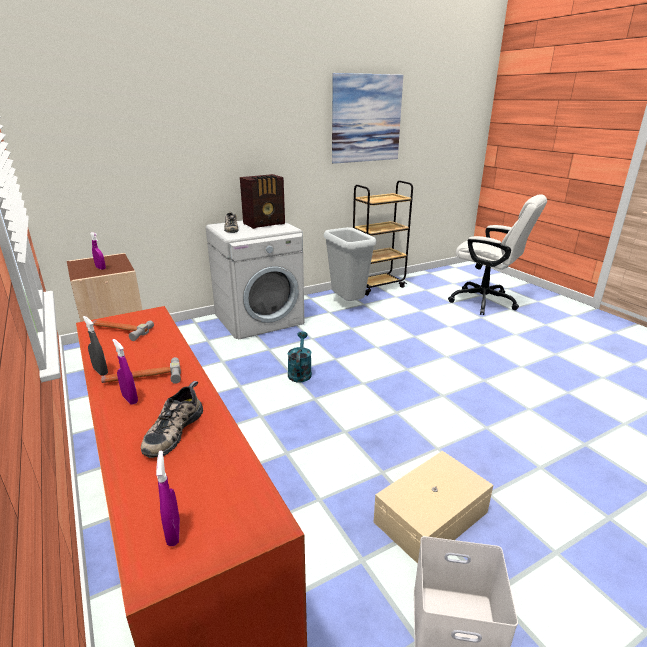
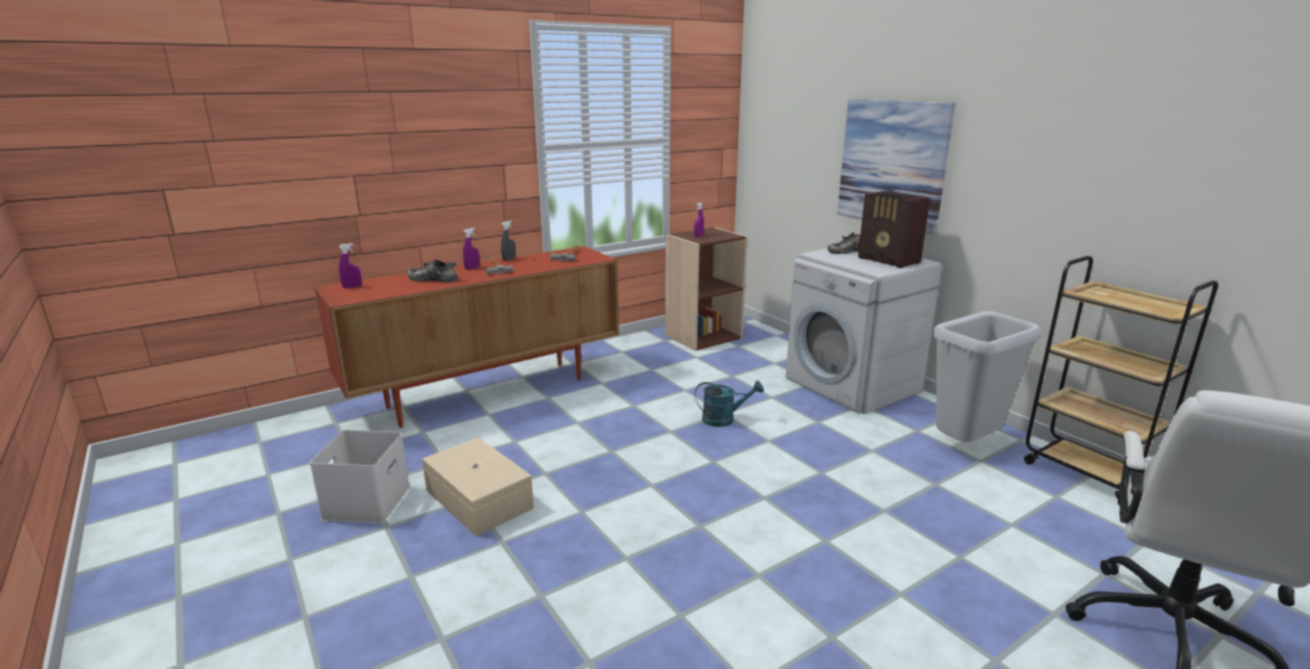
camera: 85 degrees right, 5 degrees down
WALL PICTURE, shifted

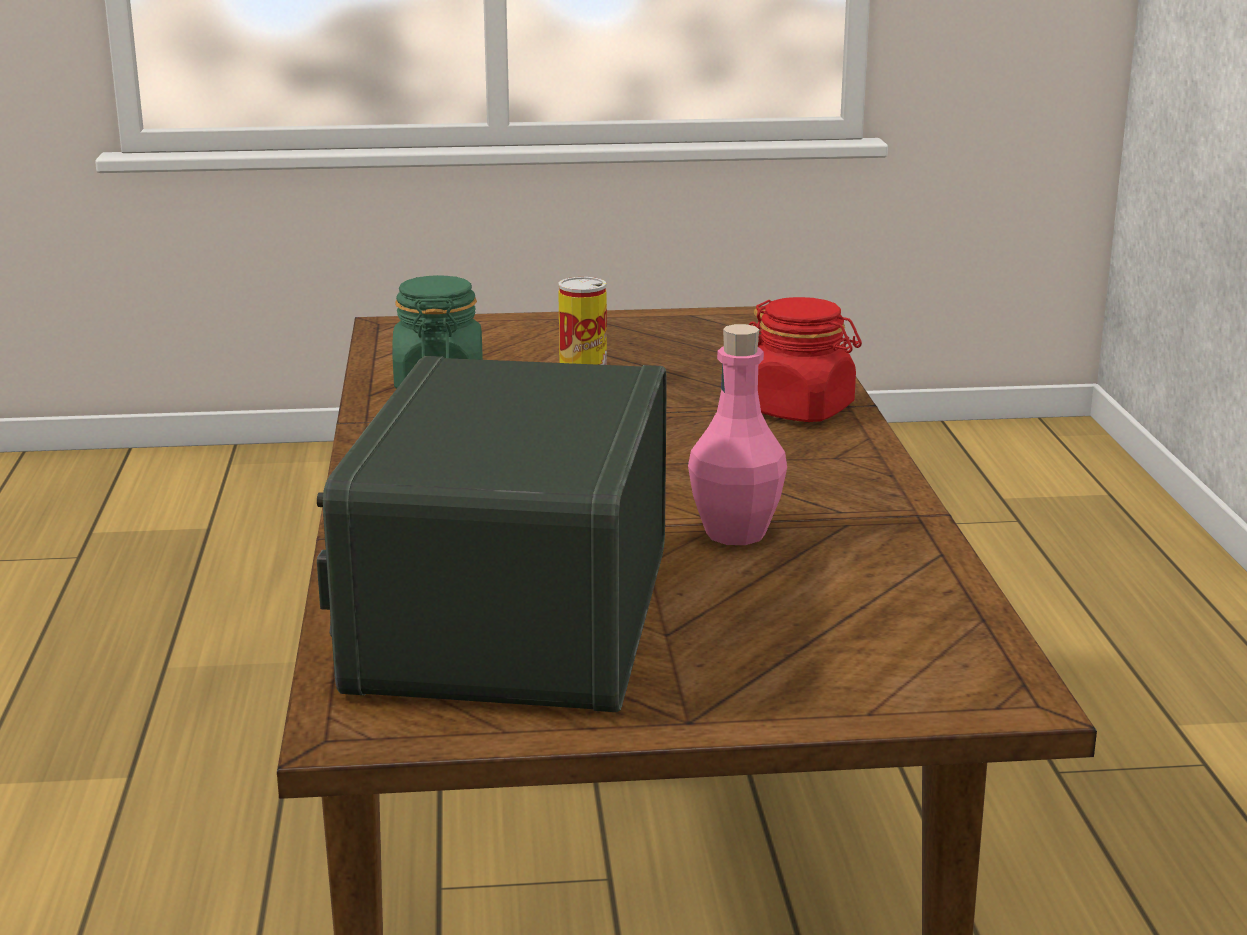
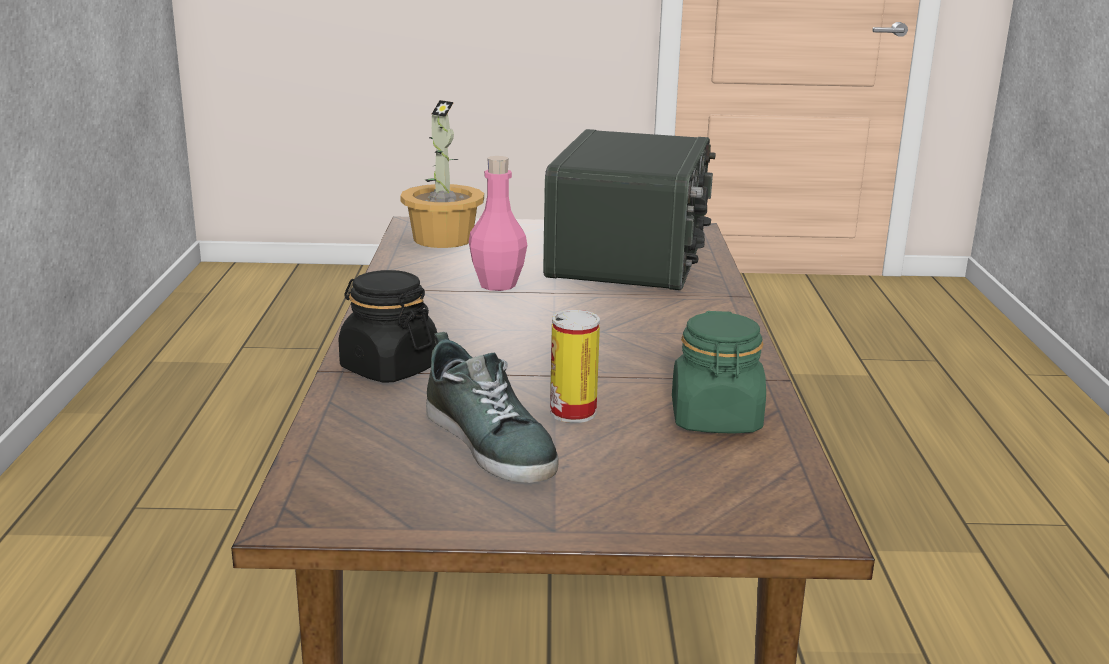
camera: 175 degrees left, 0 degrees up
- → POTTED PLANT
- → LOW SHOE
RED PRESERVE JAR → BLACKISH PRESERVE JAR

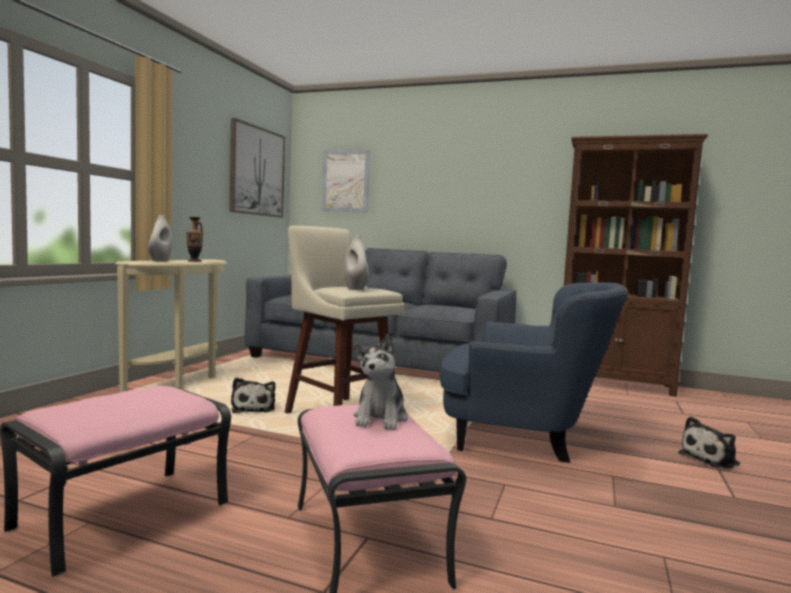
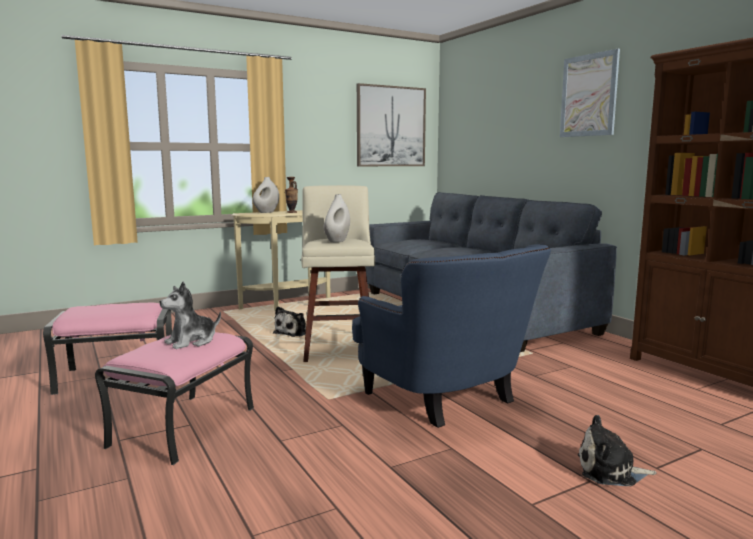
camera: 40 degrees right, 5 degrees up
WALL PICTURE (no. 2 from left), shifted

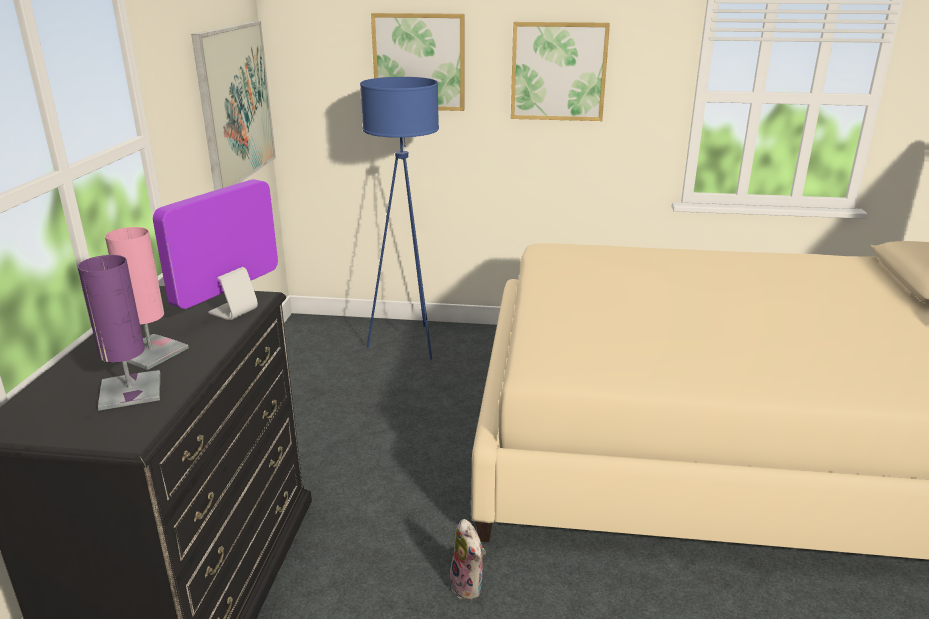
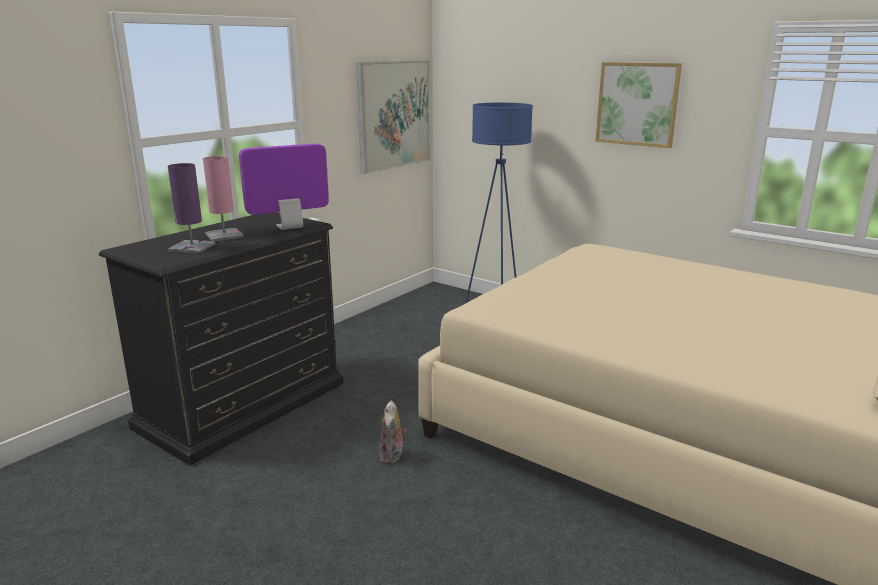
camera: 30 degrees right, 5 degrees down
WALL PICTURE (no. 2 from left) → -

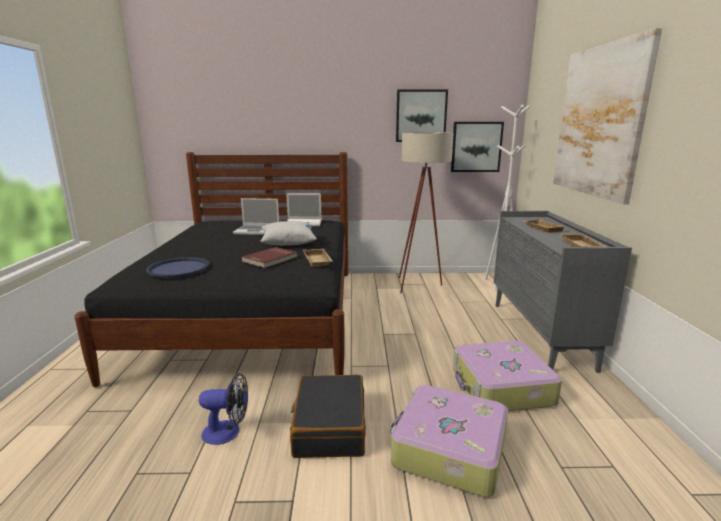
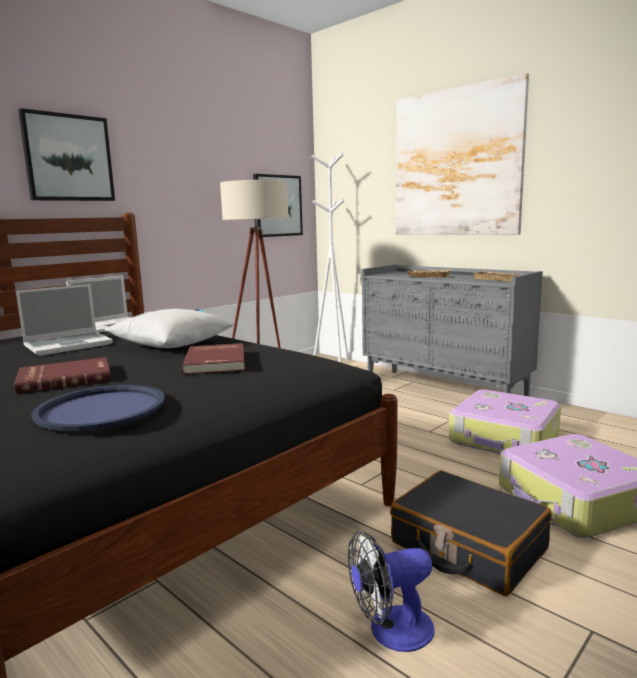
camera: 45 degrees left, 5 degrees down
BEIGE TRAY (no. 1 from left) → -
- → RED BOUND BOOK (no. 1 from left)
WALL PICTURE (no. 1 from left), shifted
COOLING FAN, 150 degrees counterclockwise

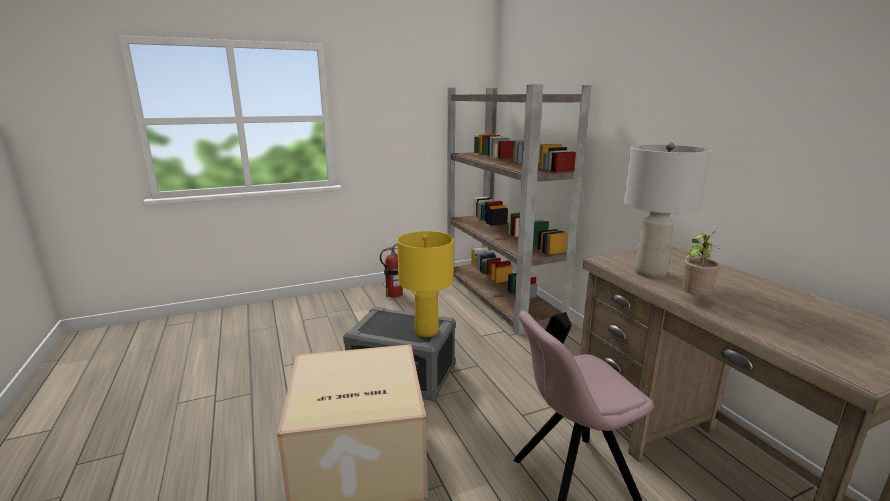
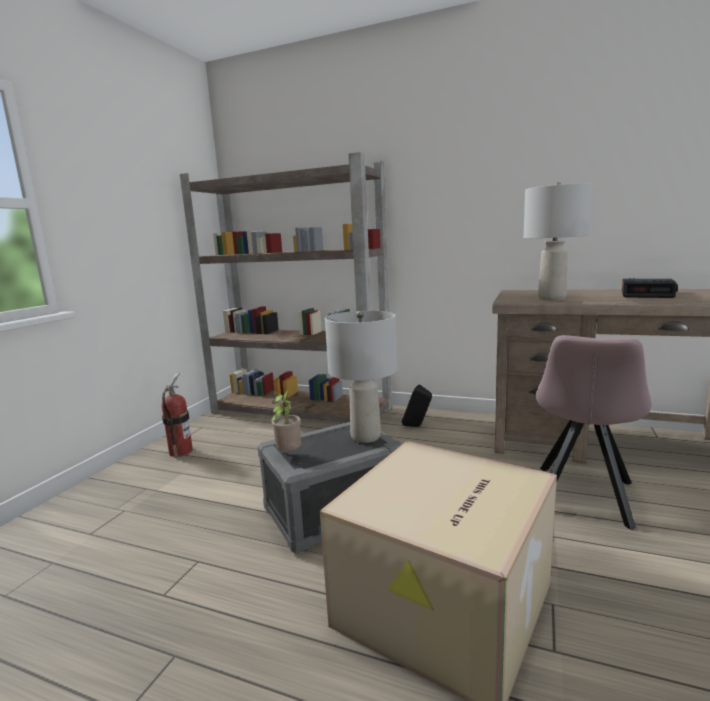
camera: 45 degrees left, 5 degrees down
- → ALARM CLOCK
POTTED PLANT, shifted
YELLOWISH LAMP FOR A TABLE → GRAY LAMP FOR A TABLE (no. 1 from left)

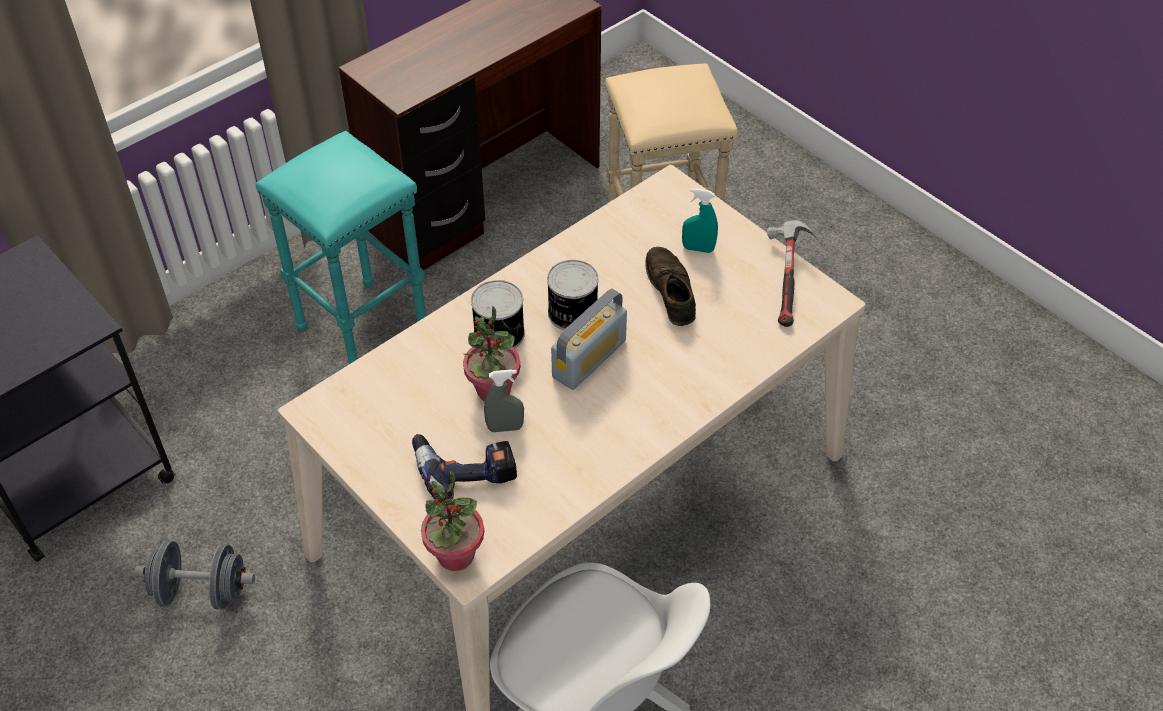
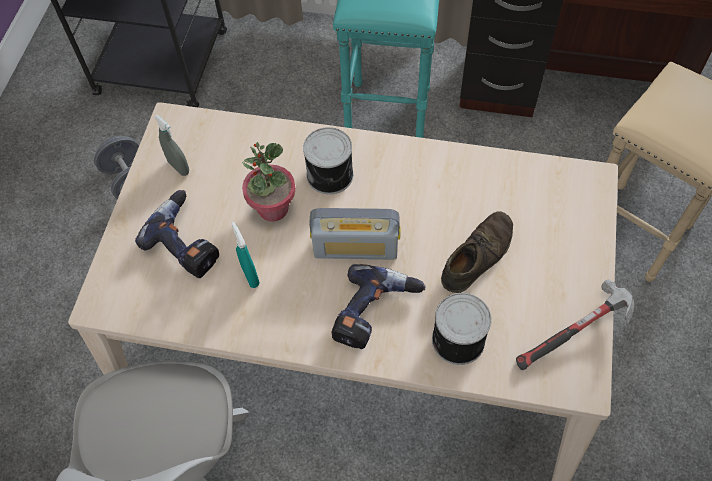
camera: 55 degrees right, 10 degrees up
POTTED PLANT (no. 1 from left) → -
- → POWER DRILL (no. 2 from left)
GRAY HAND SPRAYER, shifted
SEALED CAN (no. 2 from left), shifted
TURQUOISE HAND SPRAYER, shifted

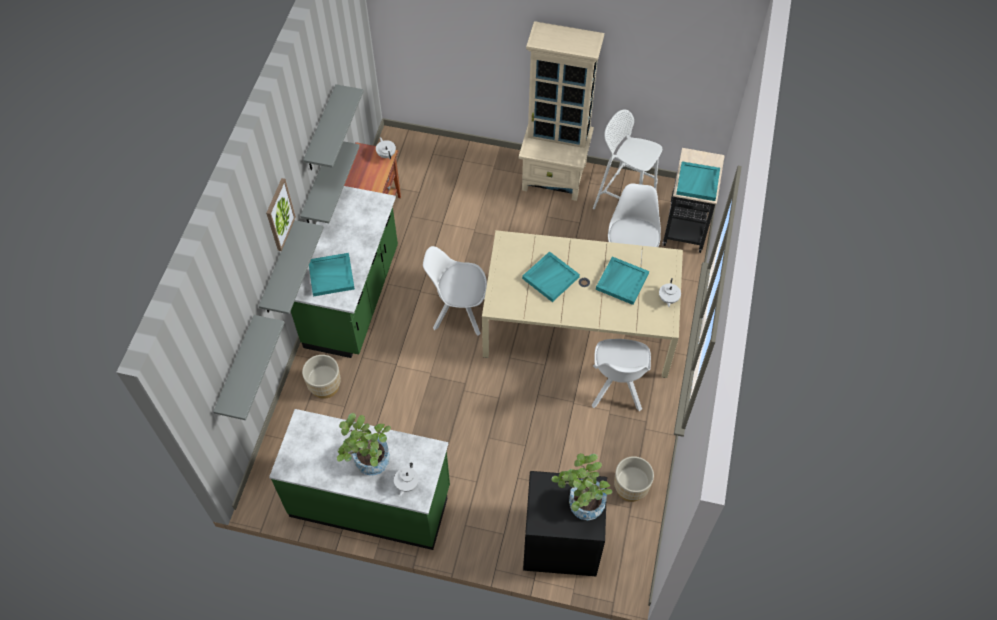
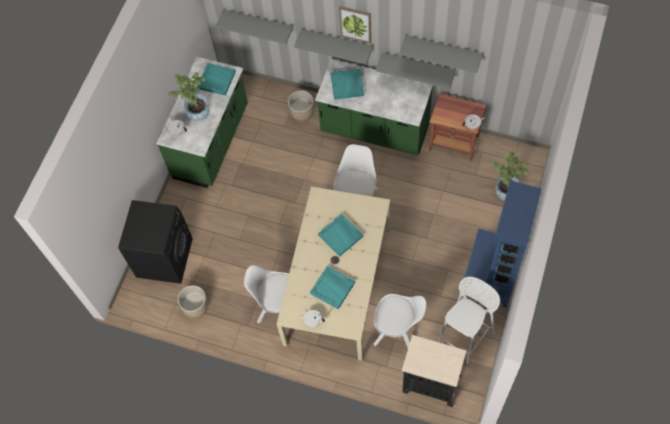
camera: 100 degrees right, 5 degrees up
POTTED PLANT (no. 2 from left), shifted
TURQUOISE TRAY (no. 4 from left in the first image) → TURQUOISE TRAY (no. 1 from left), shifted
BEIGE STORAGE CABINET → BLUE-COLOURED STORAGE CABINET

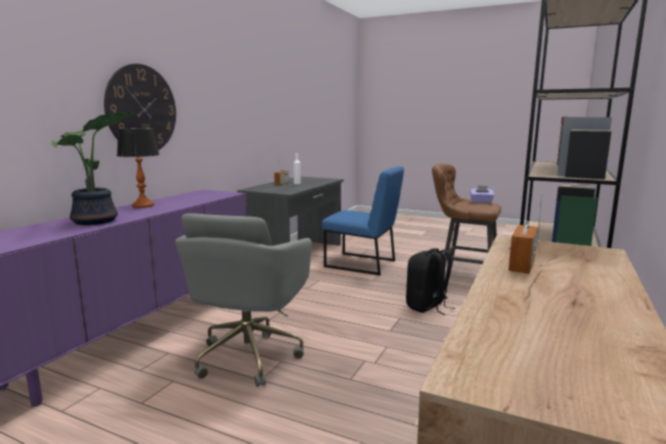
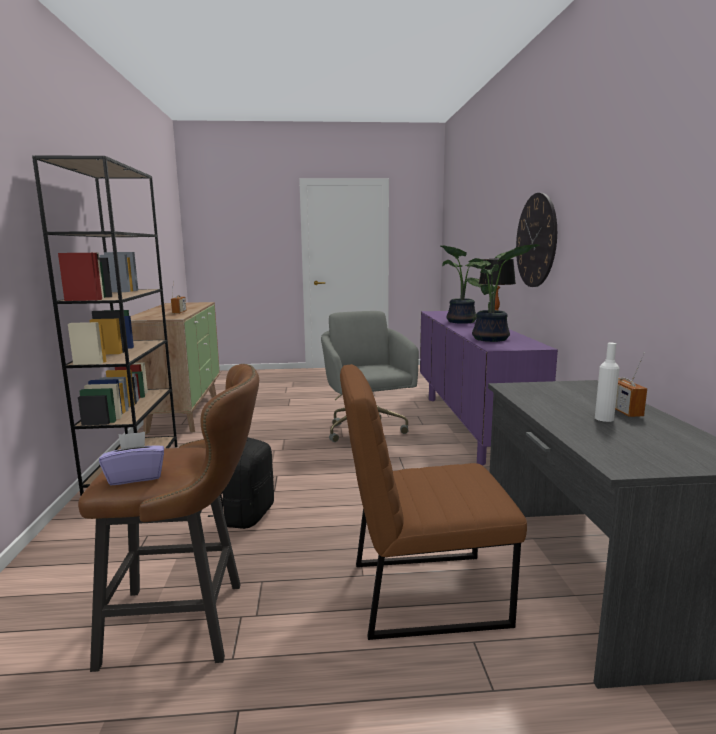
camera: 150 degrees right, 0 degrees up
- → POTTED PLANT (no. 2 from left)
BLUE-COLOURED PLAIN CHAIR → BROWN-COLOURED PLAIN CHAIR

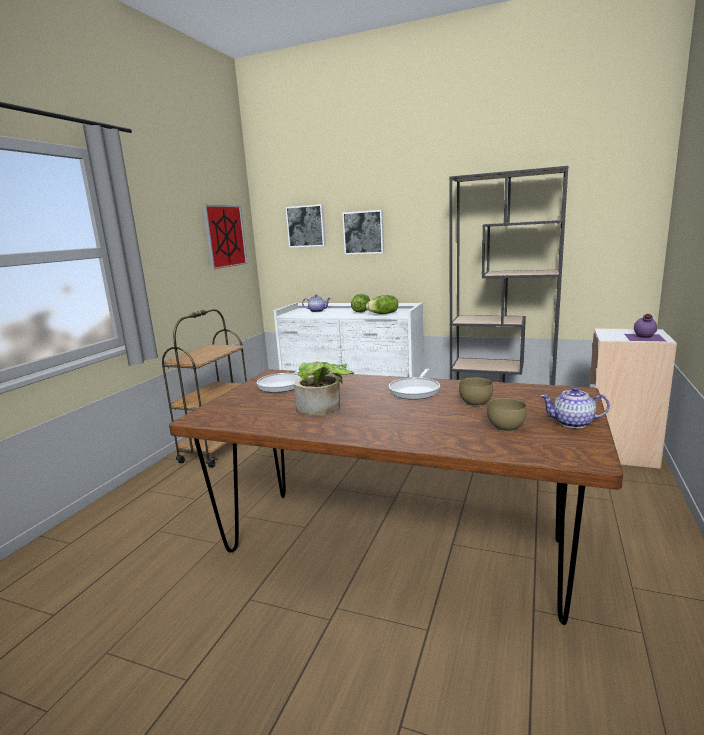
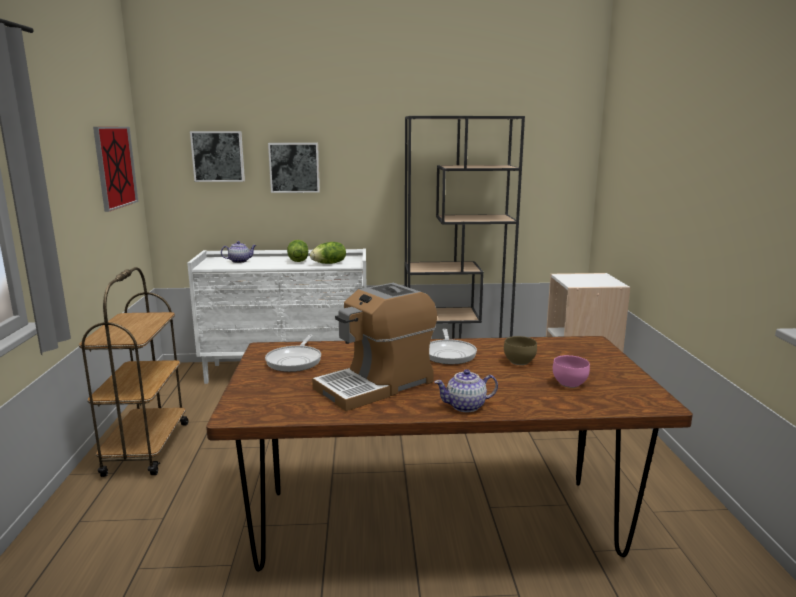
camera: 25 degrees left, 0 degrees up
PURPLISH BEVERAGE BOTTLE → -
TEAPOT (no. 2 from left), shifted
POTTED PLANT → COFFEE BREWER
BROWN-COLOURED SERVING BOWL (no. 2 from left) → PINKISH SERVING BOWL

